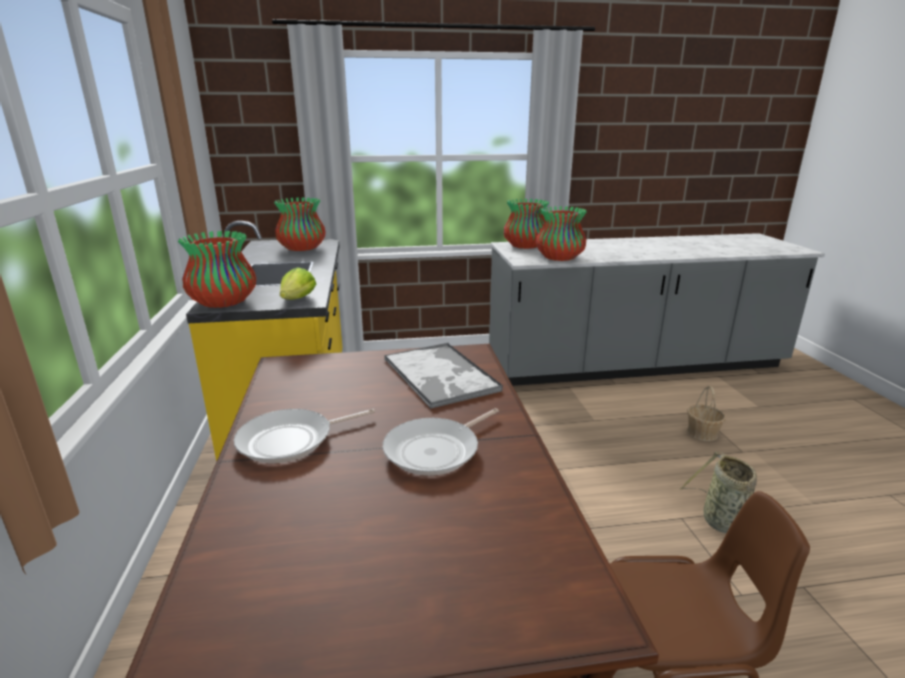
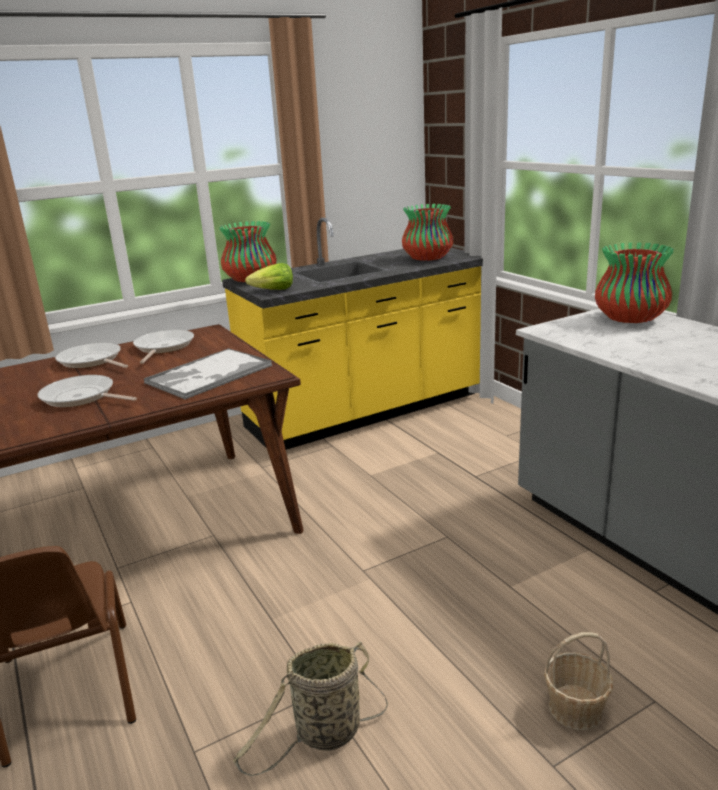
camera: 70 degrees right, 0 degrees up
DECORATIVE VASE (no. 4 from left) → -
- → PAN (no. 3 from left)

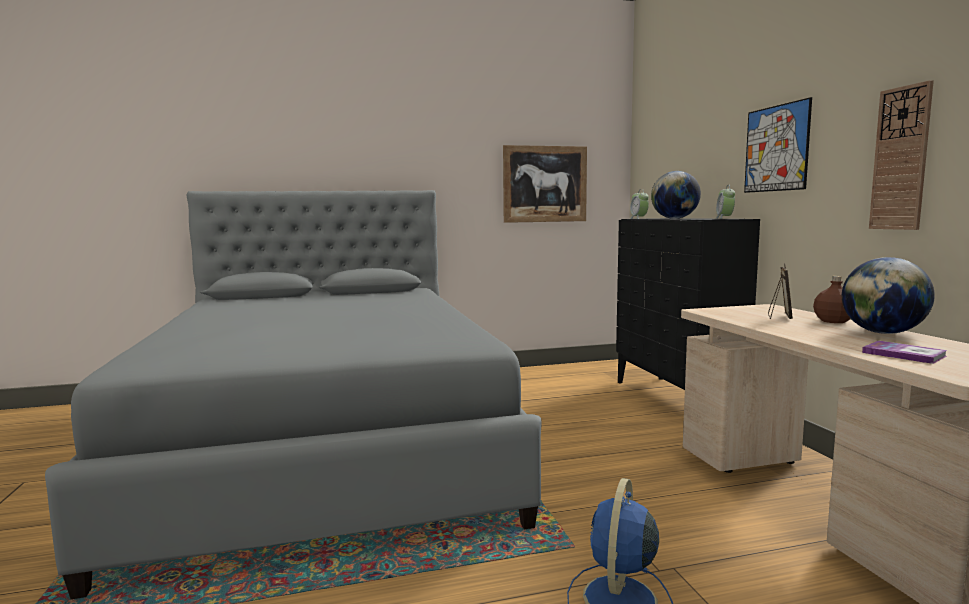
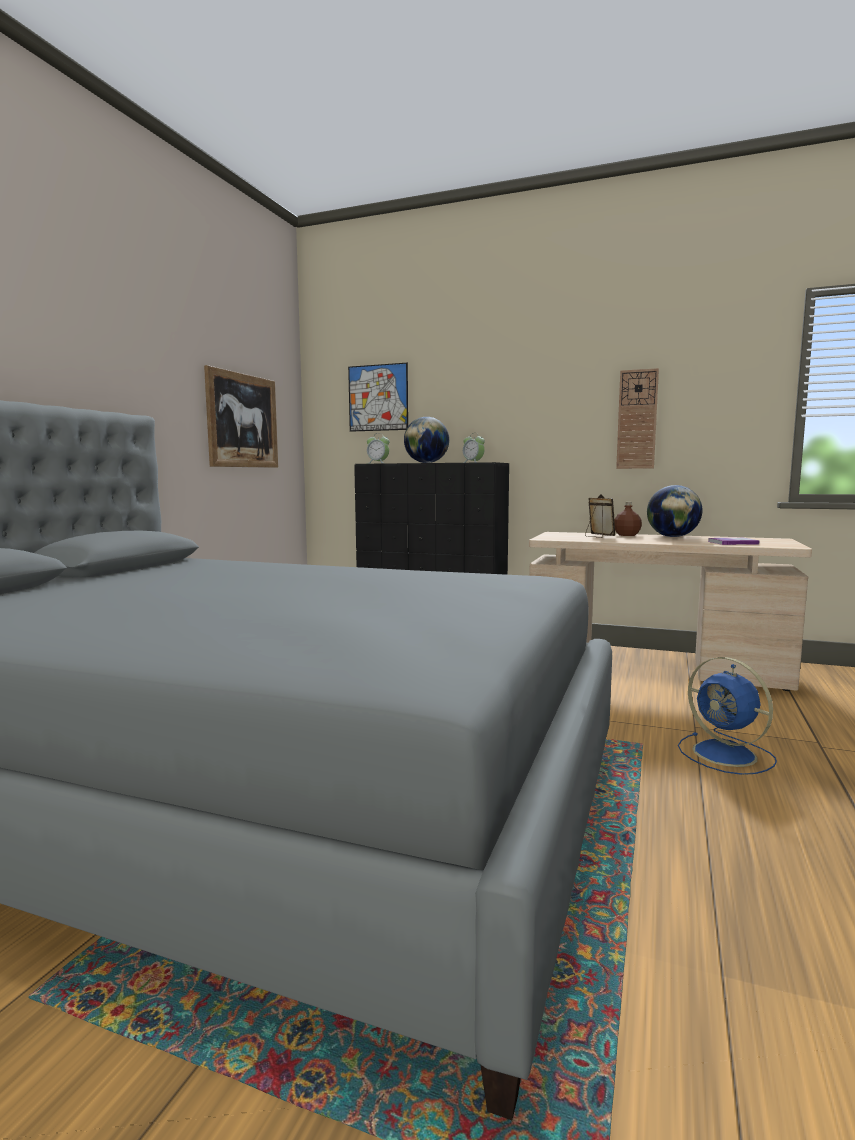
camera: 55 degrees left, 0 degrees up
WALL PICTURE (no. 2 from left), shifted

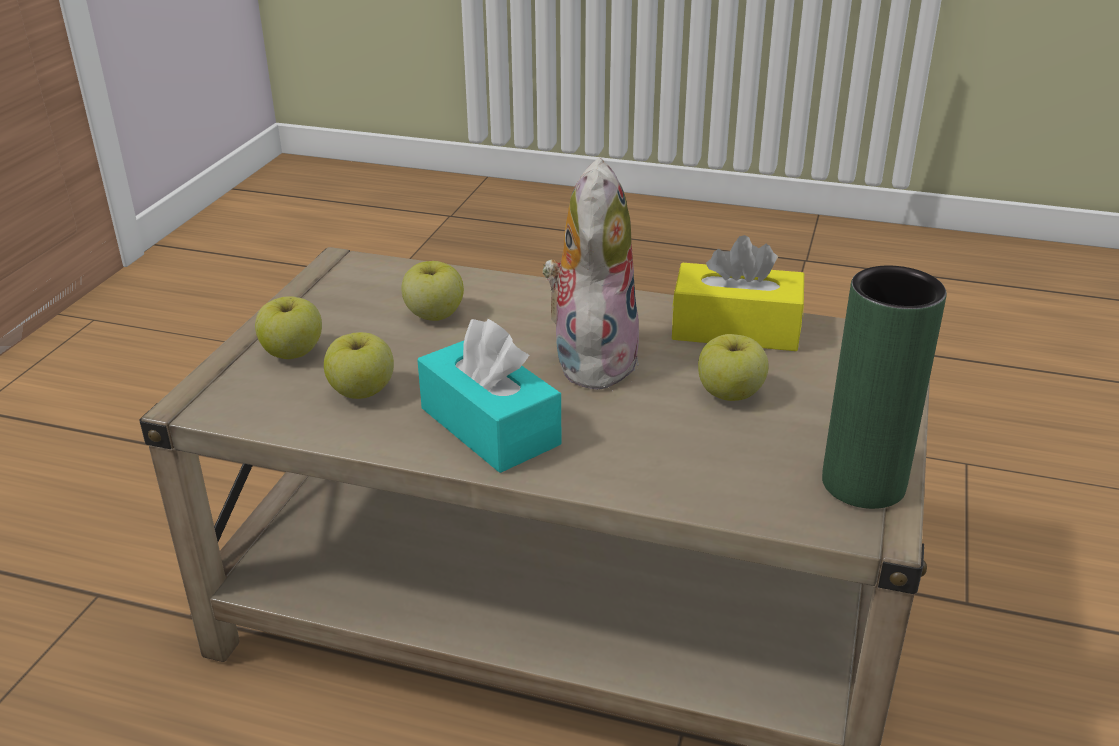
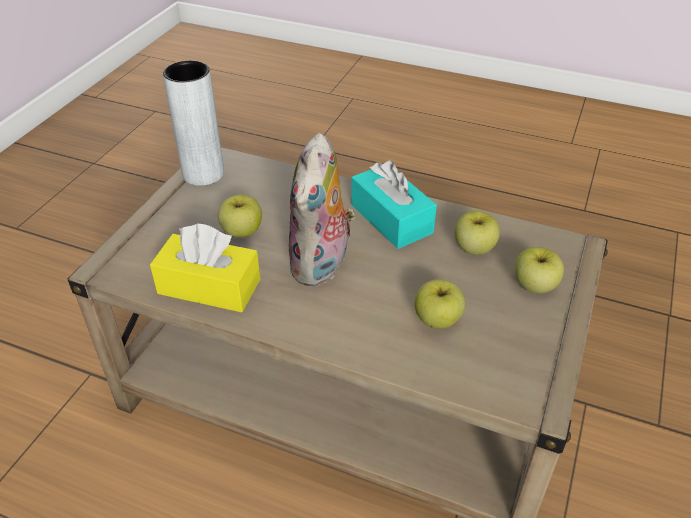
camera: 175 degrees left, 10 degrees up
GREENISH DECORATIVE VASE → GRAY DECORATIVE VASE

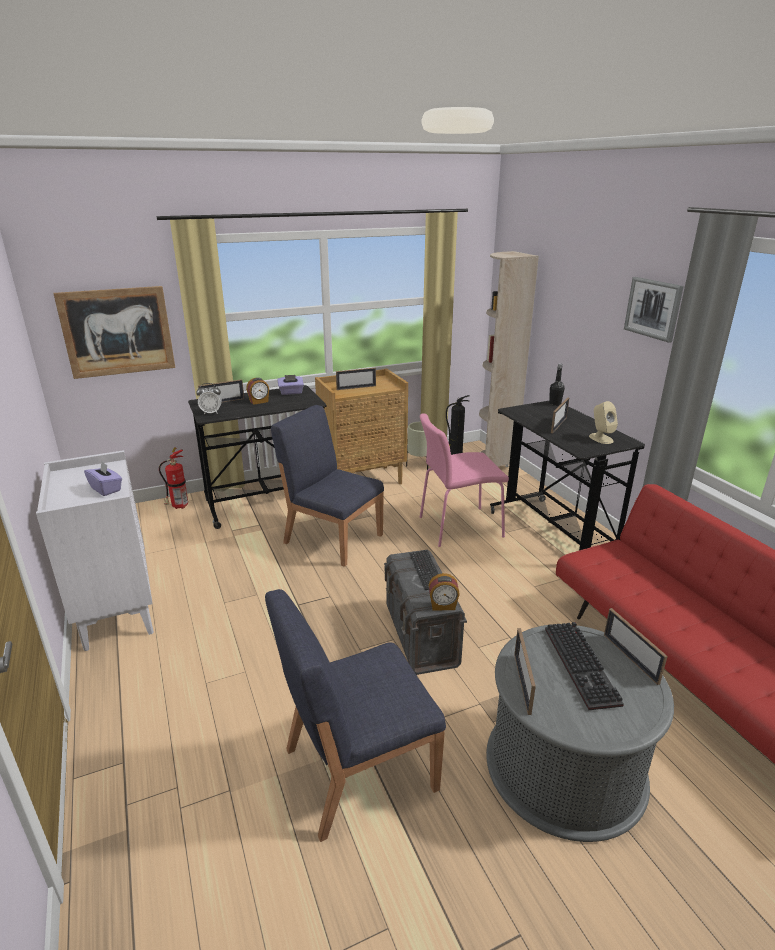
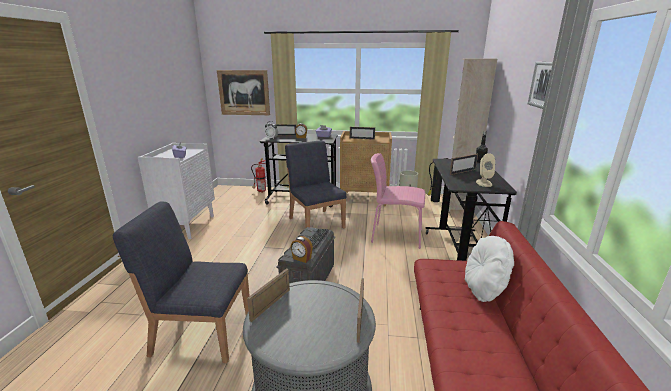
camera: 30 degrees right, 5 degrees down
PC KEYBOARD (no. 2 from left) → -
- → WHITE-COLOURED CUSHION

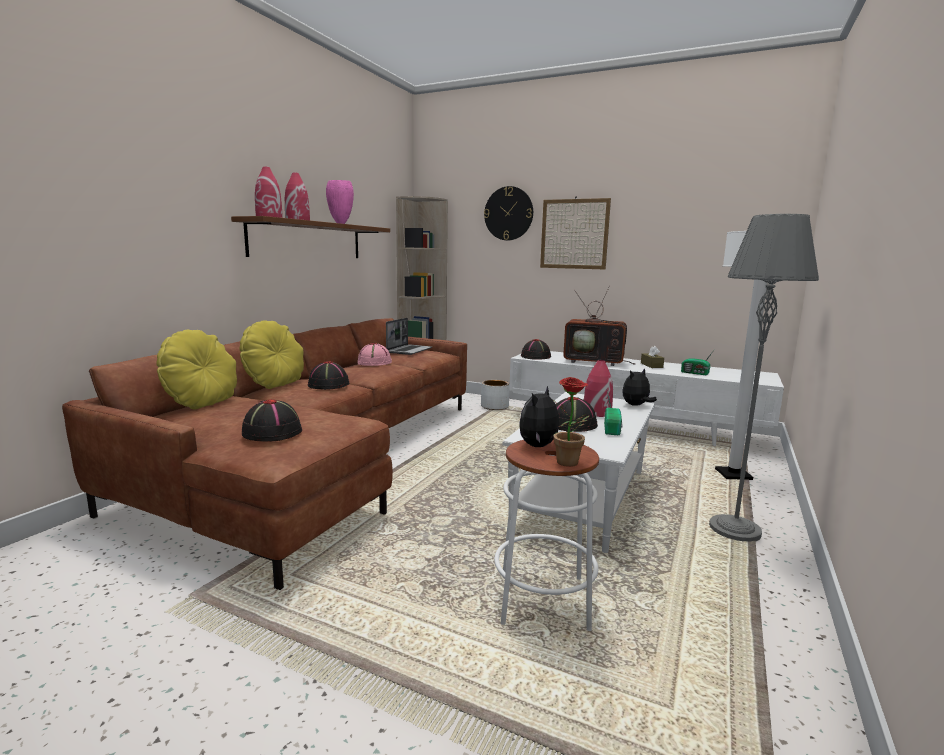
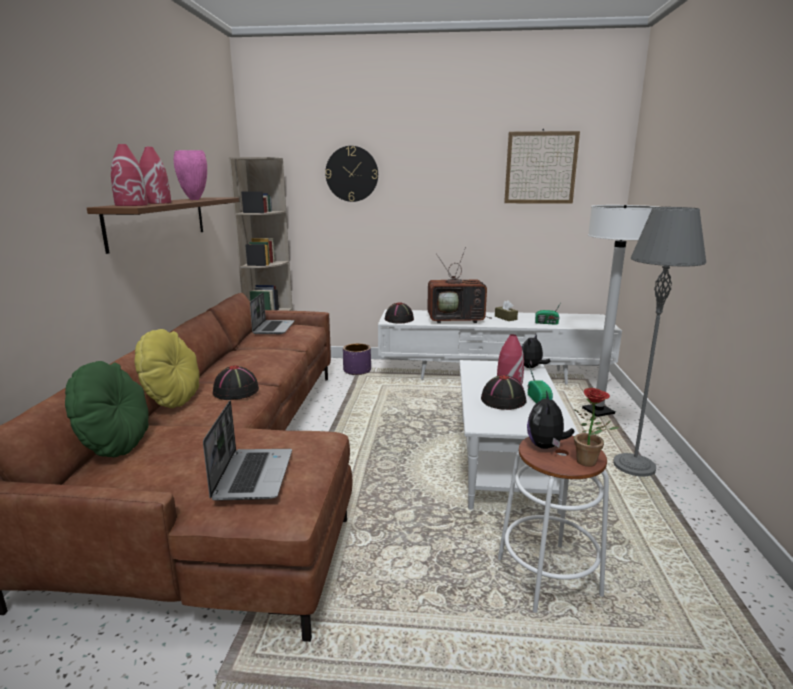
camera: 20 degrees left, 5 degrees up
PINKISH CLOTHING HAT → -
WALL PICTURE, shifted
BLACKISH CLOTHING HAT (no. 1 from left) → LAPTOP (no. 1 from left)
YELLOWISH CUSHION (no. 1 from left) → GREENISH CUSHION
WHITE-COLOURED PLANTER → PURPLISH PLANTER

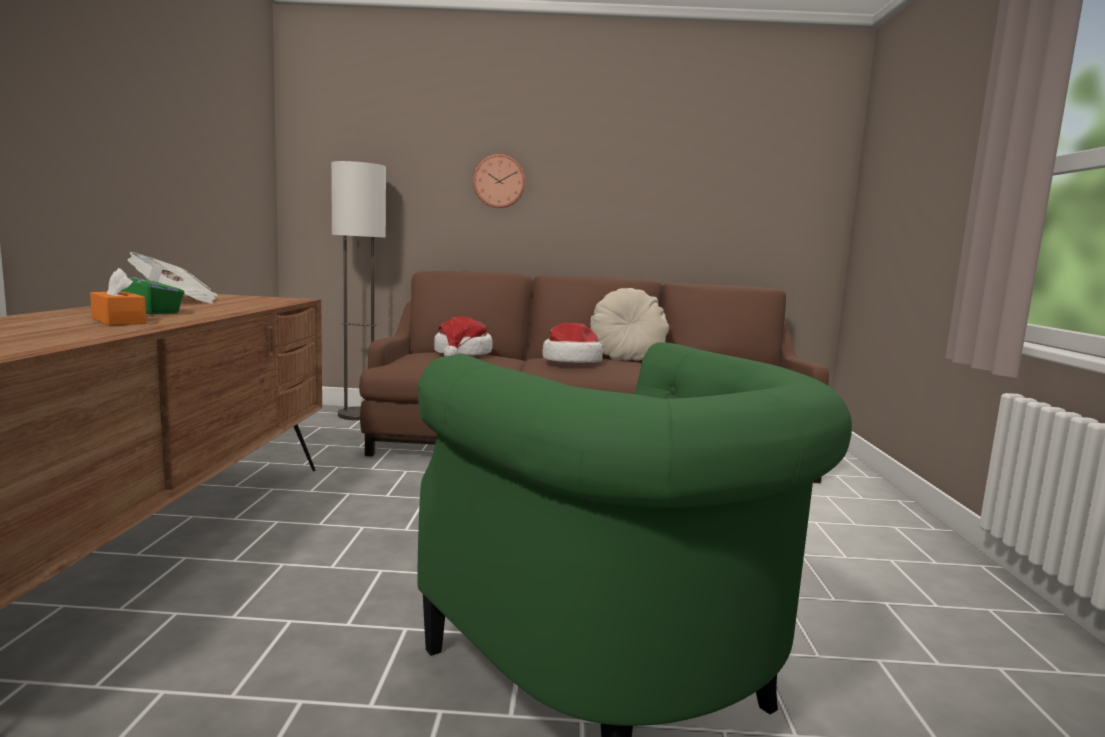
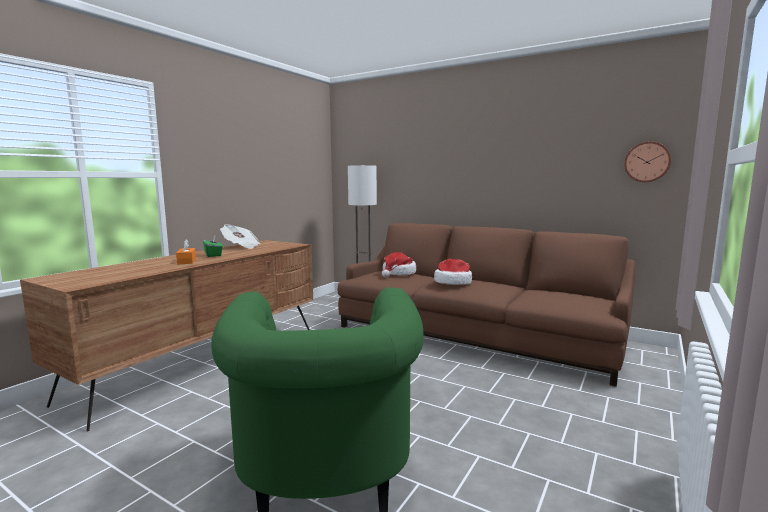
camera: 30 degrees right, 0 degrees up
BEIGE CUSHION → -
HANGING CLOCK, shifted

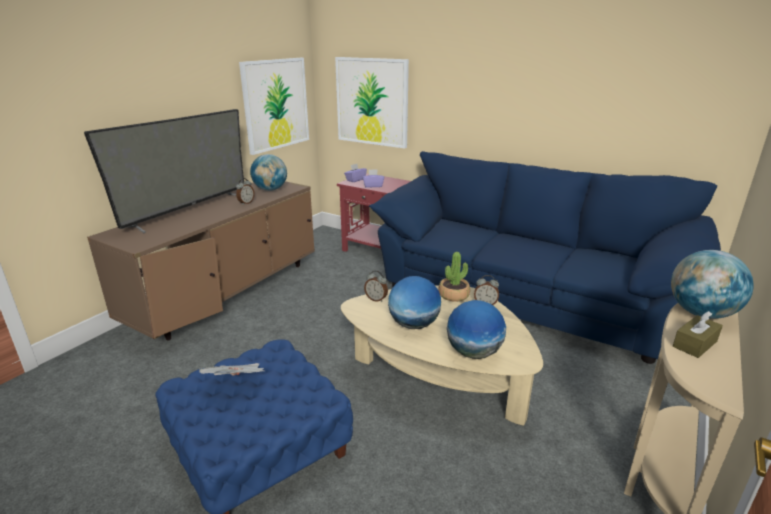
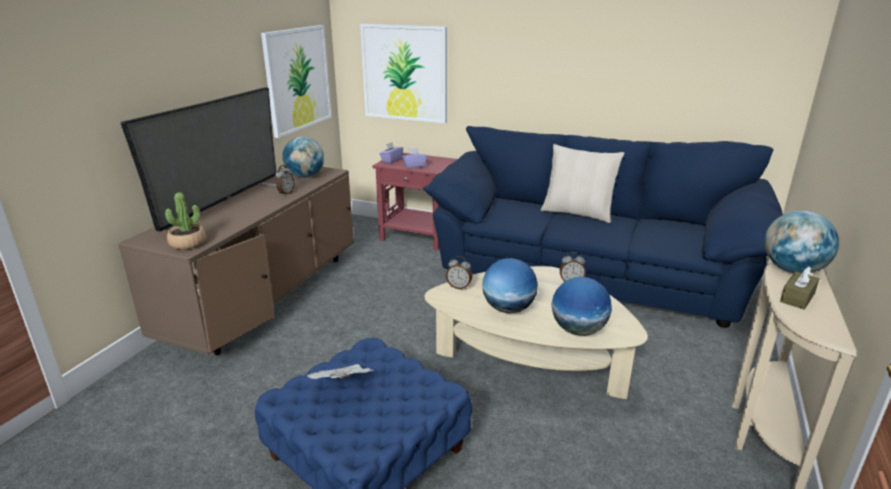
camera: 10 degrees left, 0 degrees up
- → BEIGE CUSHION
POTTED PLANT, shifted

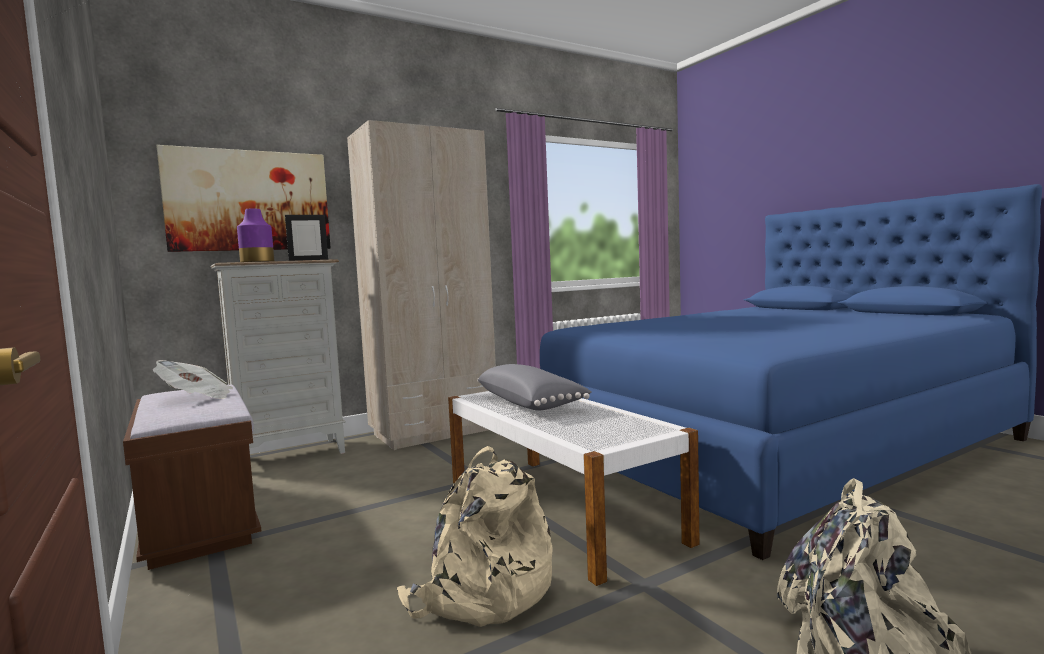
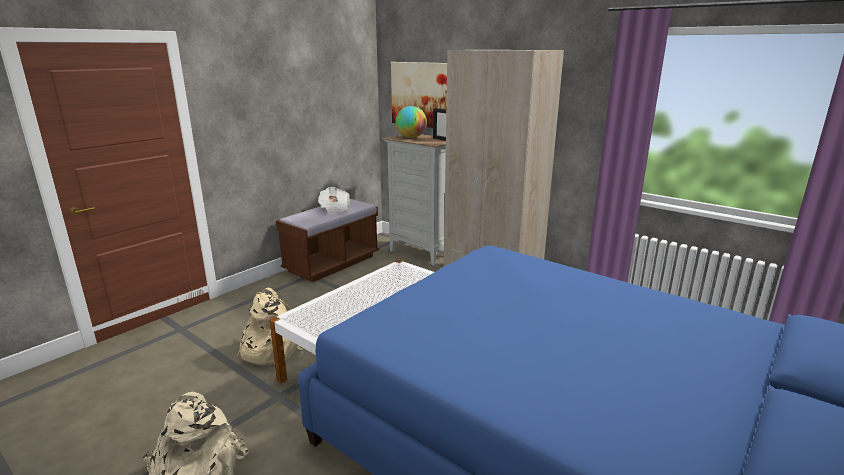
camera: 70 degrees right, 15 degrees up
GRAY CUSHION → -
PURPLISH DECORATIVE VASE → WORLD GLOBE

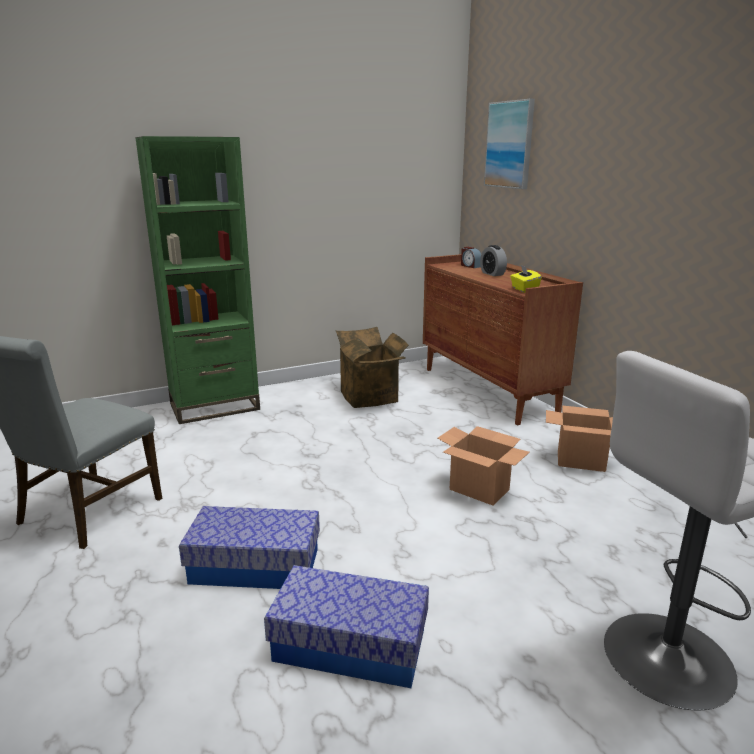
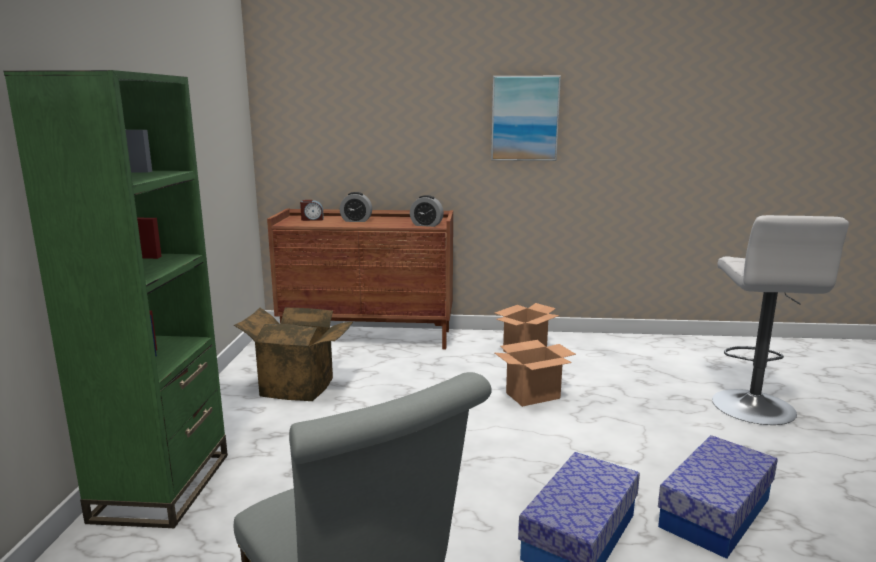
camera: 60 degrees left, 5 degrees down
WALL PICTURE, shifted
YELLOWISH TISSUE HOLDER → ALARM CLOCK (no. 3 from left)

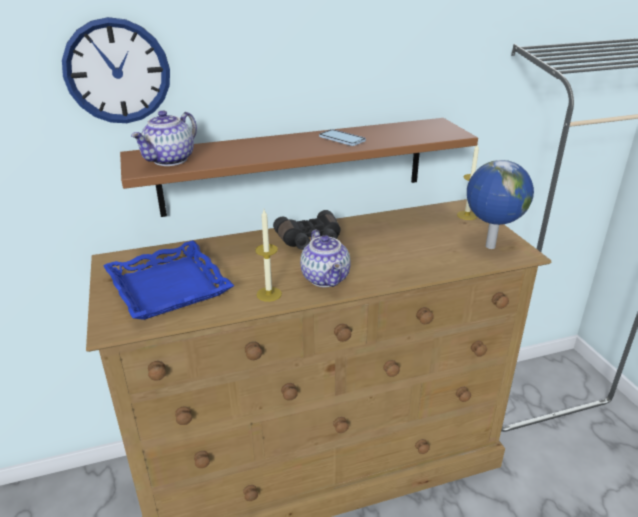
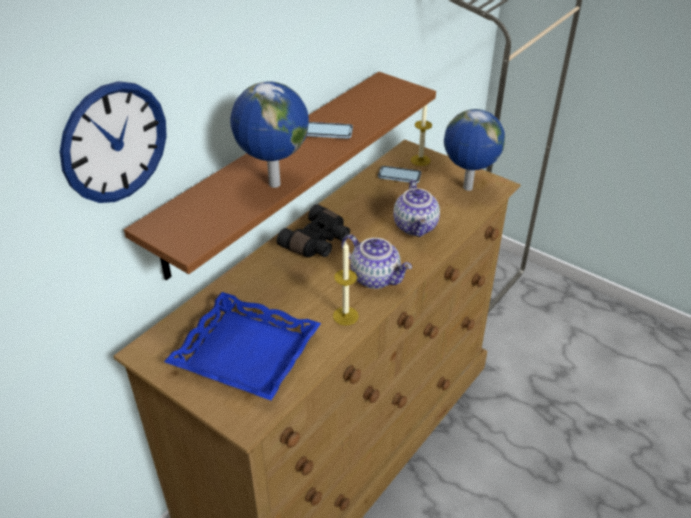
camera: 35 degrees left, 10 degrees up
- → WORLD GLOBE (no. 1 from left)
- → HANDSET (no. 2 from left)
TEAPOT (no. 1 from left in the first image) → TEAPOT (no. 2 from left), shifted

